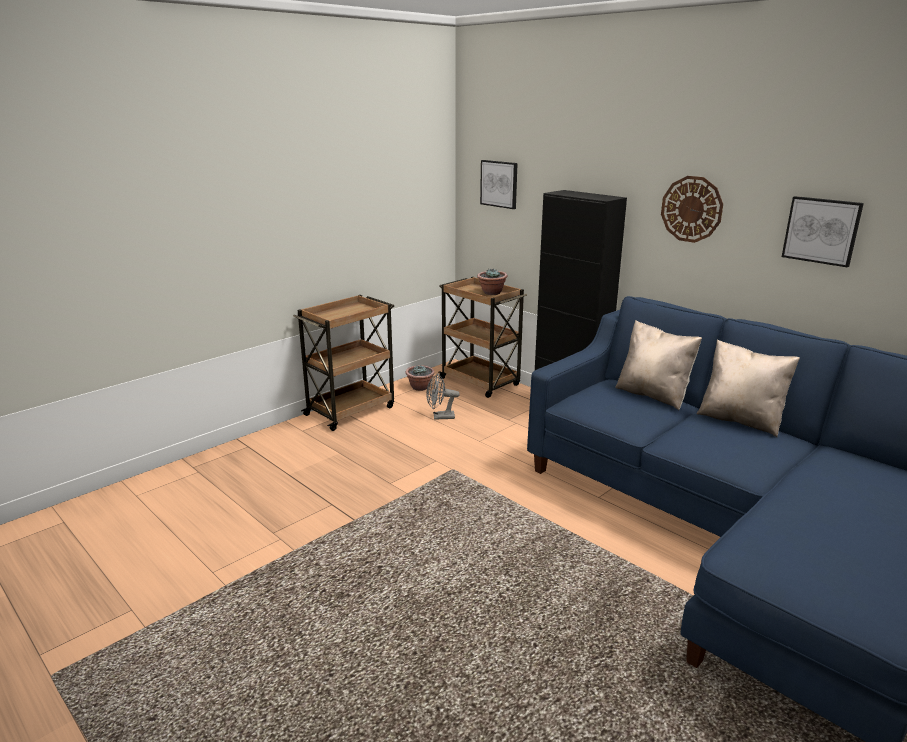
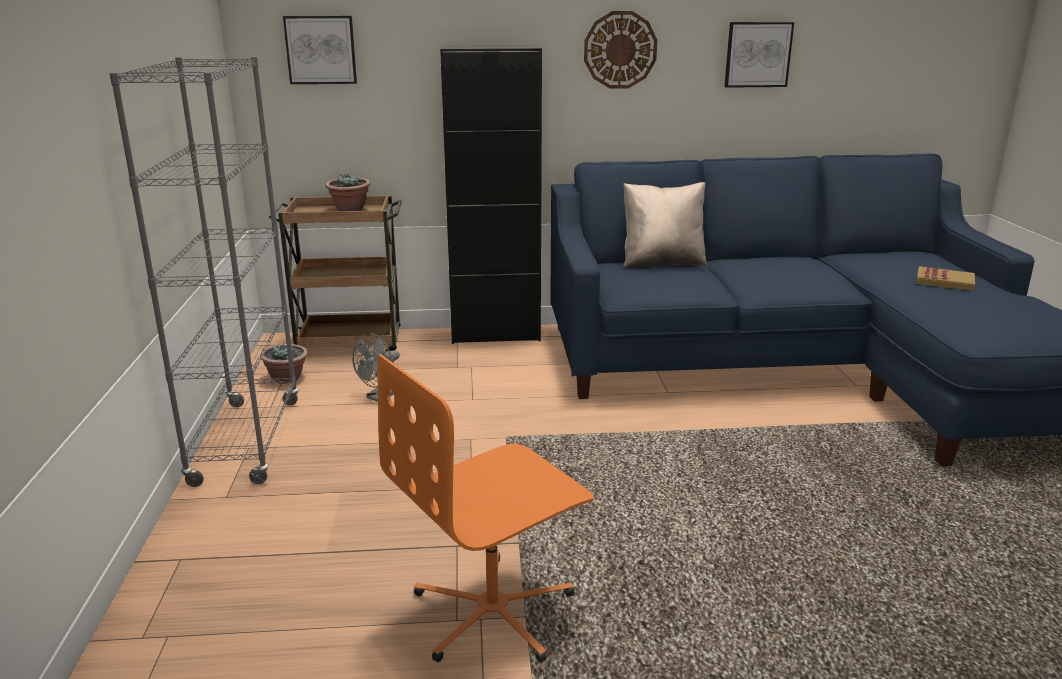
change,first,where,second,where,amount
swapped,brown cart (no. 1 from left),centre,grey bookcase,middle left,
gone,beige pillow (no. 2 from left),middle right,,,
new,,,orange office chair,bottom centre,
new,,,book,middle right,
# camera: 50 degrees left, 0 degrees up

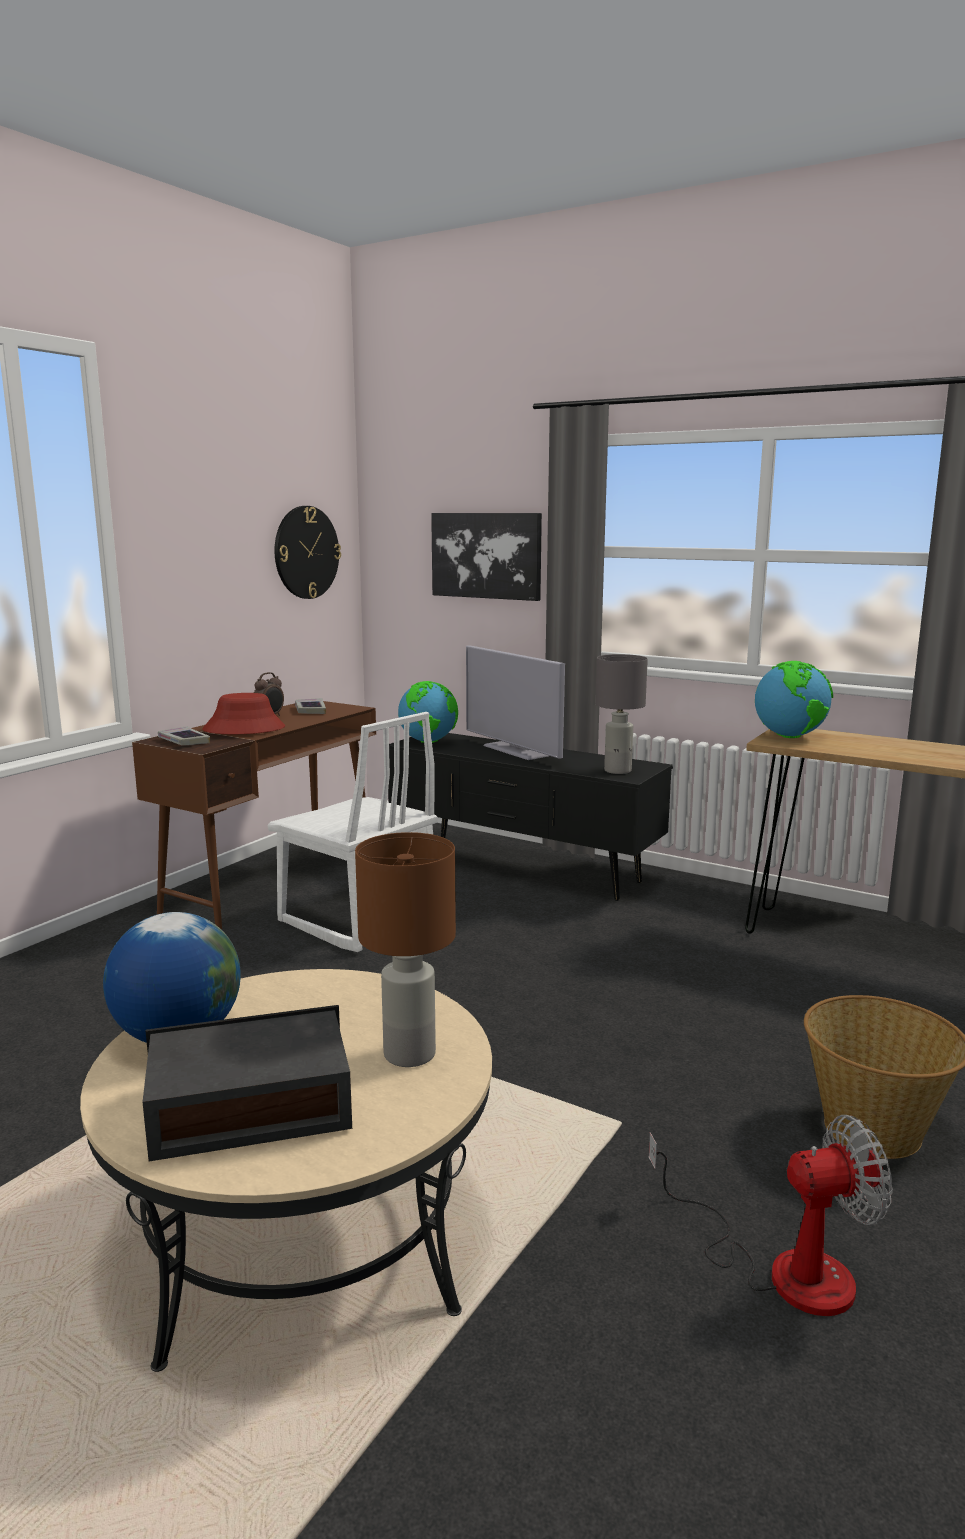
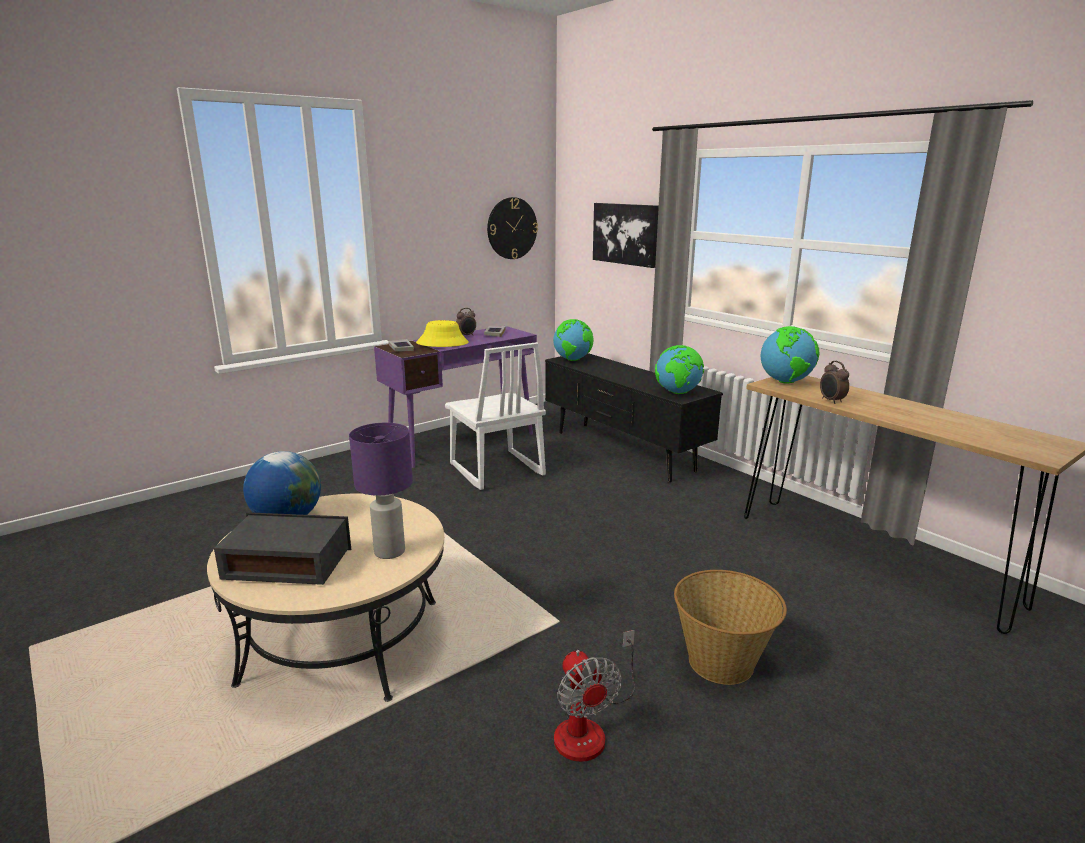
change,first,where,second,where,amount
repainted,brown desk,middle left,purple desk,centre,
repainted,red hat,middle left,yellow hat,centre,
repainted,brown table lamp,centre,purple table lamp,centre,
gone,television,centre,,,
swapped,grey table lamp,centre,globe (no. 3 from left),centre,
rotated,fan,bottom right,,bottom centre,60 degrees clockwise
new,,,alarm clock (no. 2 from left),middle right,
# camera: 20 degrees right, 5 degrees up

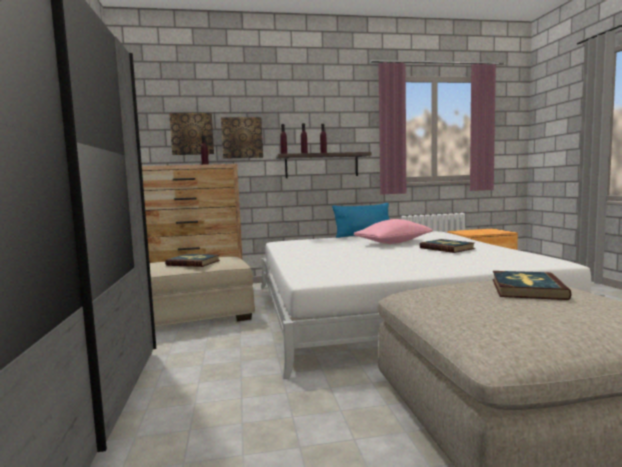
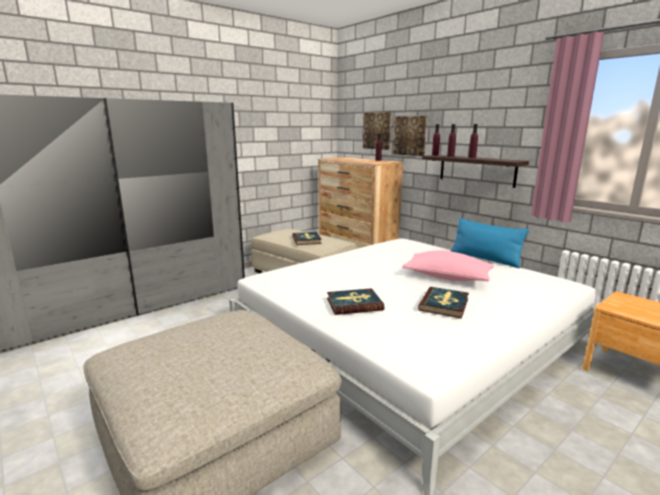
change,first,where,second,where,amount
shifted,book (no. 3 from left in the first image),middle right,book (no. 2 from left),centre,
# camera: 60 degrees right, 10 degrees up

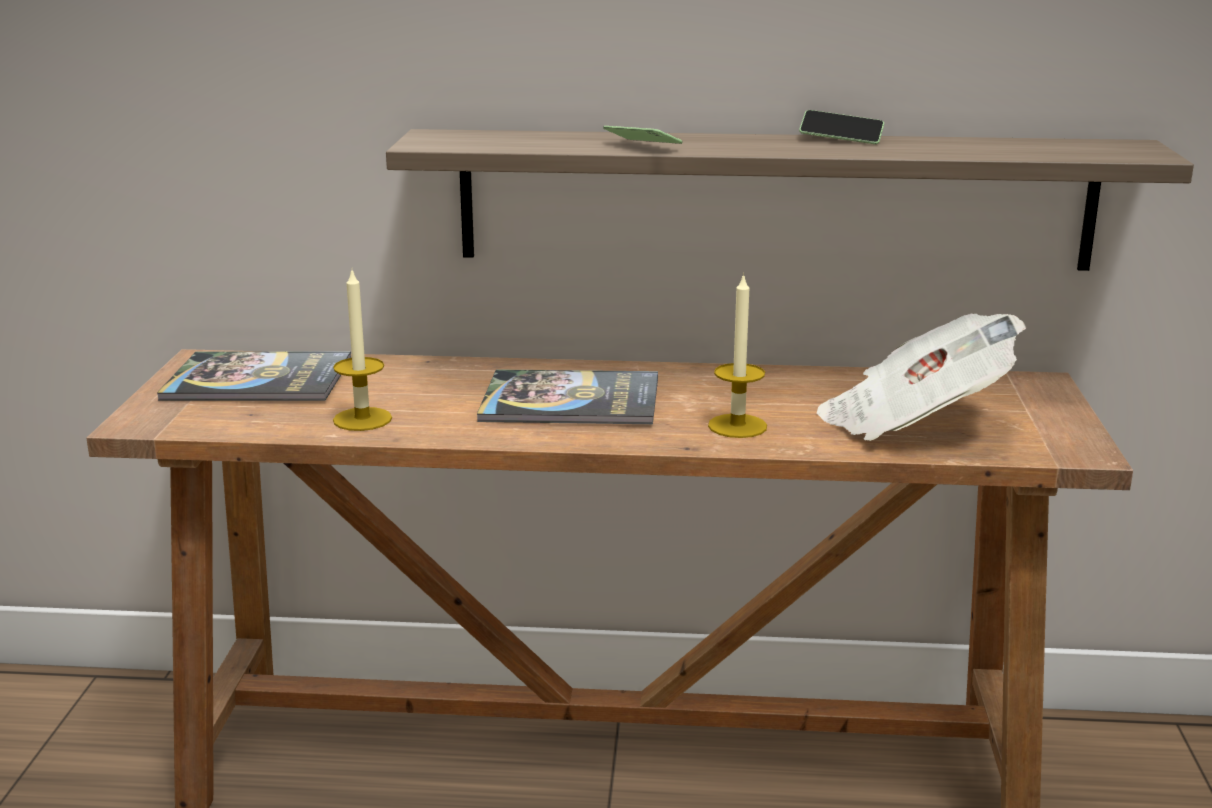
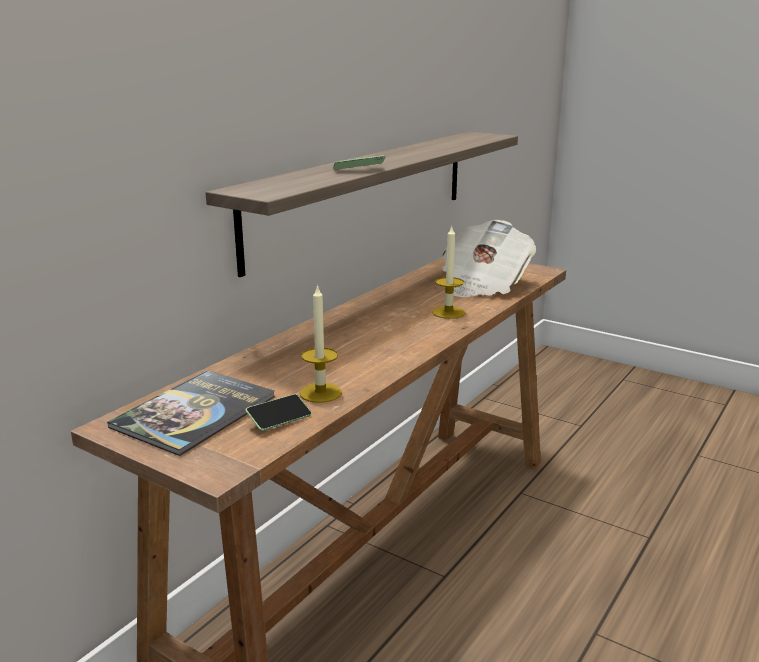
change,first,where,second,where,amount
gone,book (no. 2 from left),centre,,,
shifted,phone (no. 2 from left in the first image),top right,phone (no. 1 from left),centre,
# camera: 60 degrees left, 0 degrees up

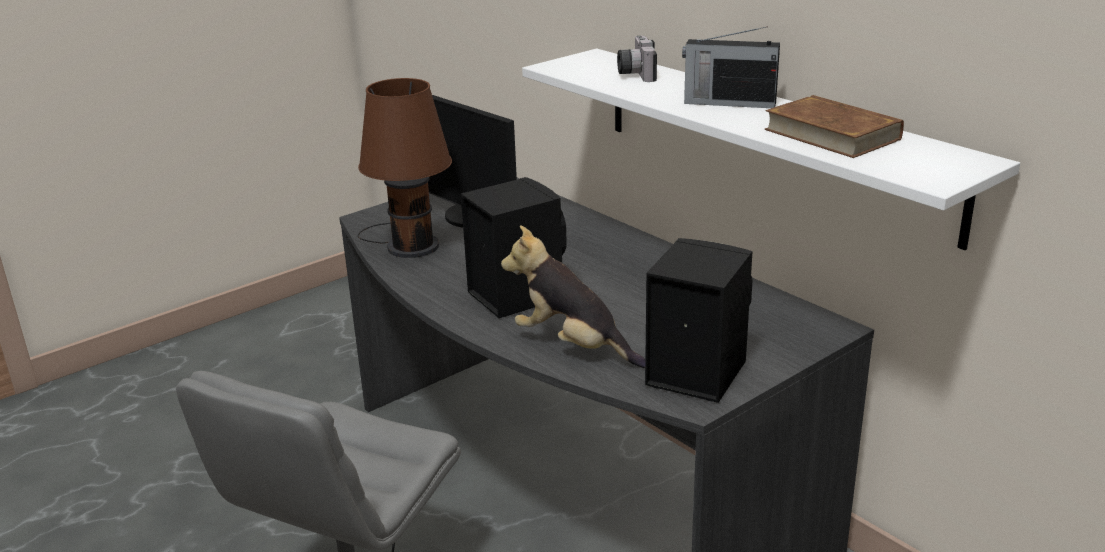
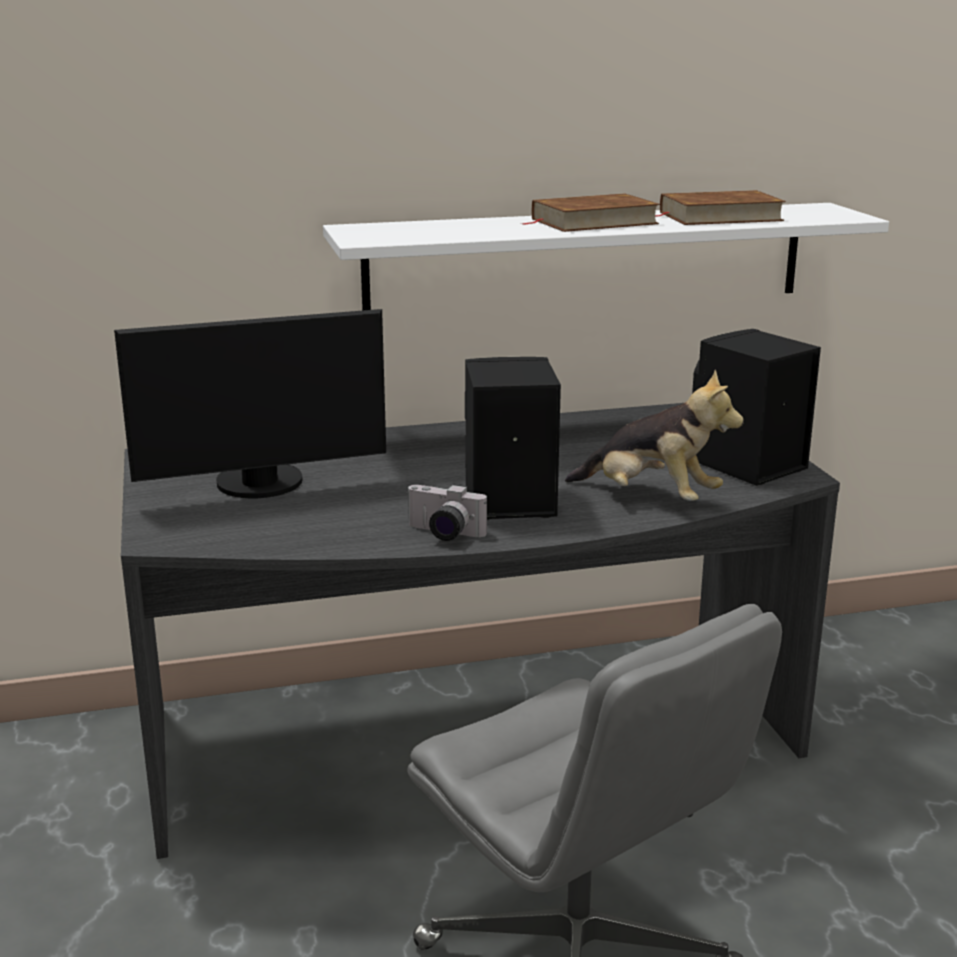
change,first,where,second,where,amount
gone,brown table lamp,top centre,,,
rotated,plush toy,centre,,middle right,120 degrees counterclockwise
shifted,photo camera,top centre,,centre,
swapped,radio,top centre,brown book (no. 1 from left),top centre,
# camera: 65 degrees left, 5 degrees down

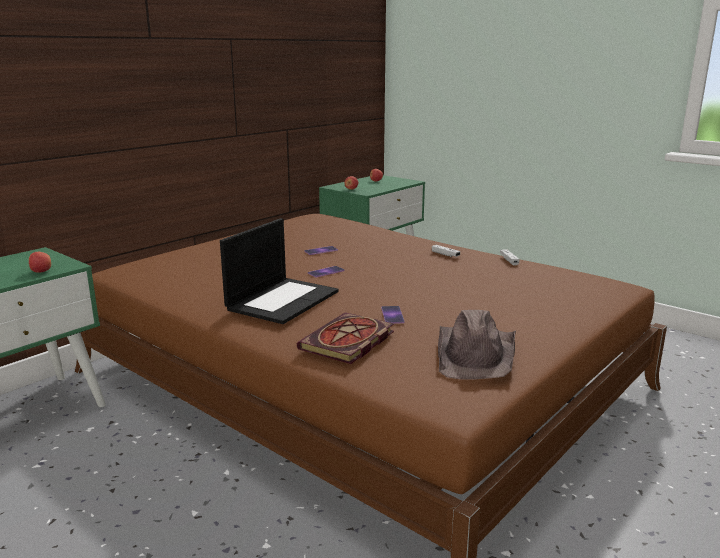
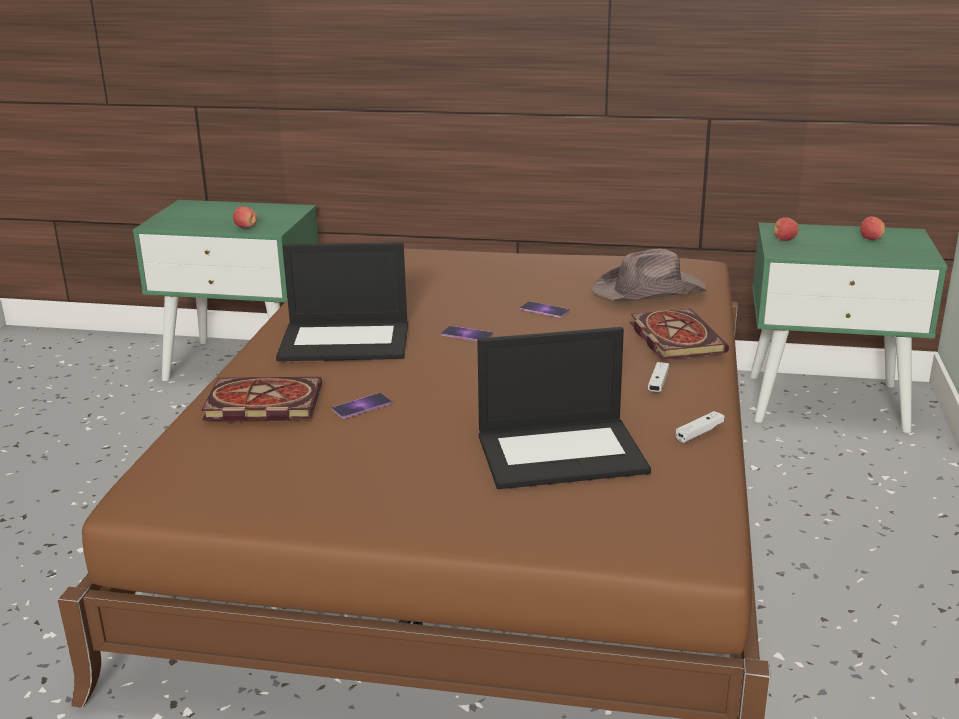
change,first,where,second,where,amount
shifted,brown hat,centre,,middle right,
new,,,laptop (no. 2 from left),centre,
new,,,book (no. 2 from left),middle right,
# camera: 60 degrees right, 5 degrees up

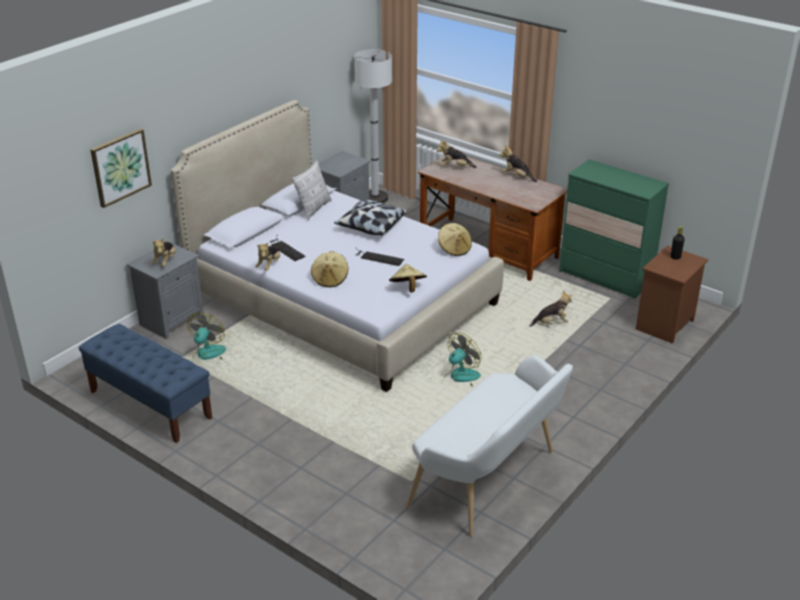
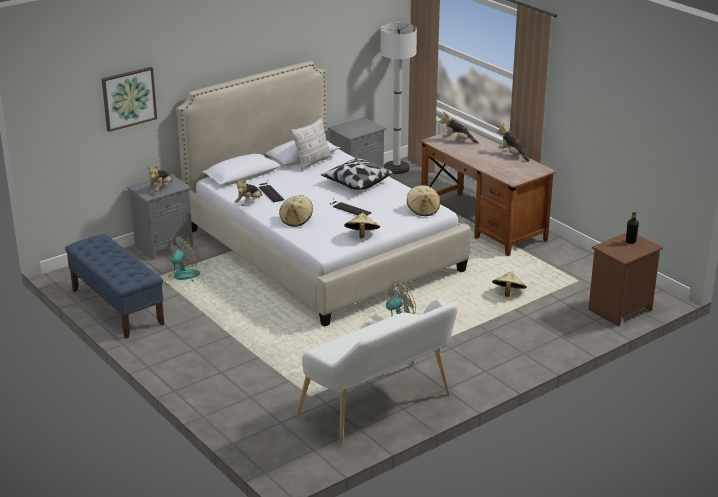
change,first,where,second,where,amount
swapped,plush toy (no. 5 from left),middle right,beige hat (no. 4 from left),middle right,
gone,green dresser,middle right,,,
# camera: 15 degrees right, 5 degrees down

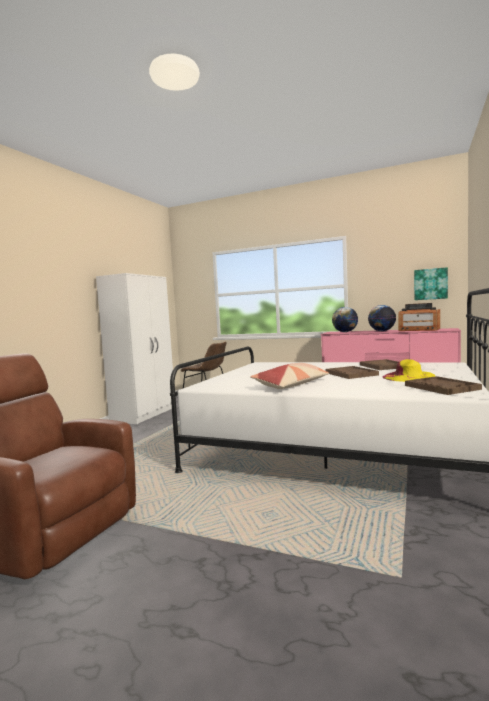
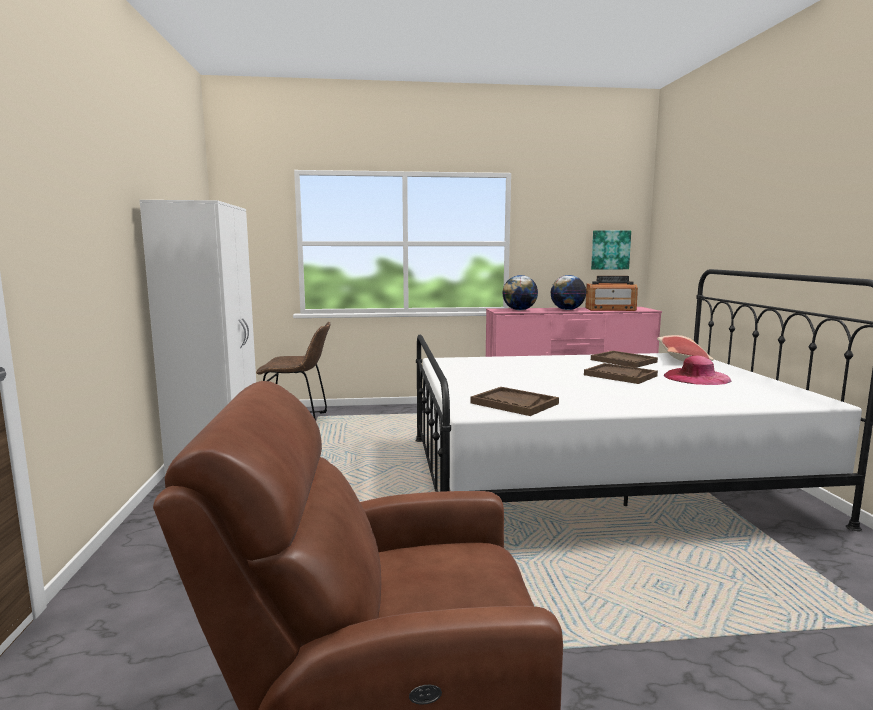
change,first,where,second,where,amount
shifted,pillow,centre,,middle right,
repainted,yellow hat,middle right,pink hat,middle right,
shifted,brown tray (no. 3 from left in the first image),middle right,brown tray (no. 1 from left),centre,
# camera: 30 degrees left, 5 degrees up

